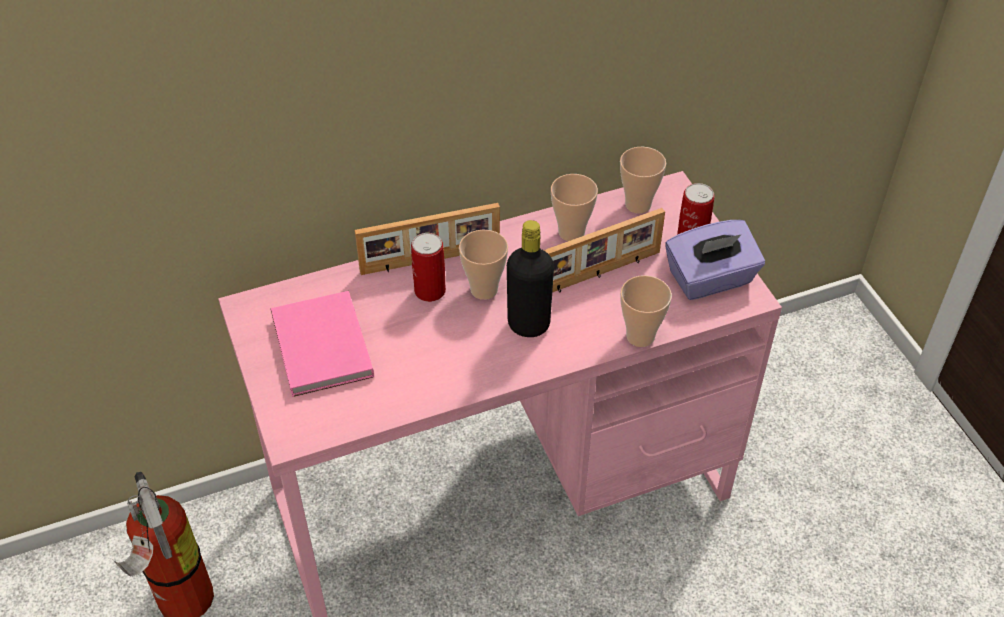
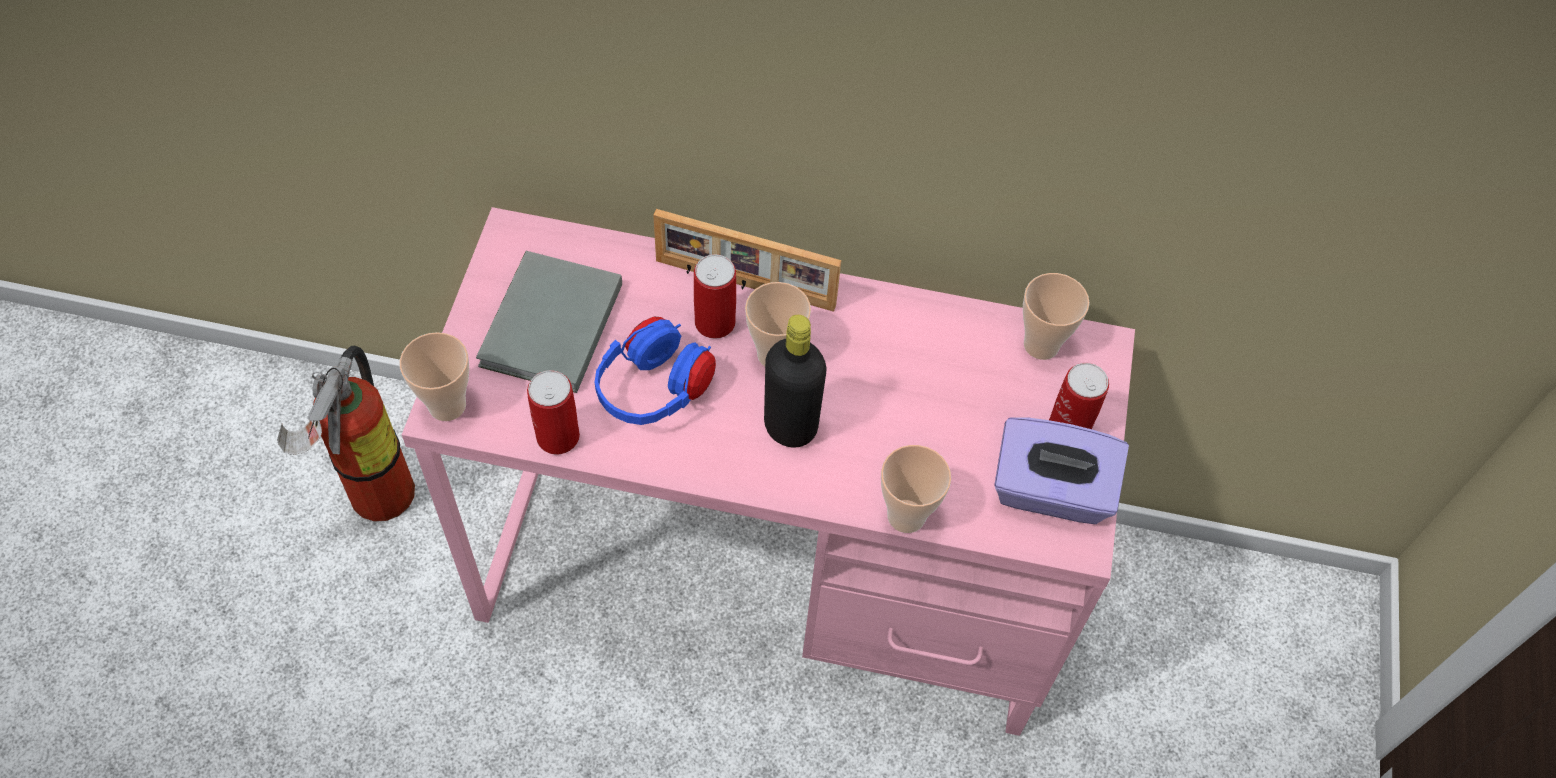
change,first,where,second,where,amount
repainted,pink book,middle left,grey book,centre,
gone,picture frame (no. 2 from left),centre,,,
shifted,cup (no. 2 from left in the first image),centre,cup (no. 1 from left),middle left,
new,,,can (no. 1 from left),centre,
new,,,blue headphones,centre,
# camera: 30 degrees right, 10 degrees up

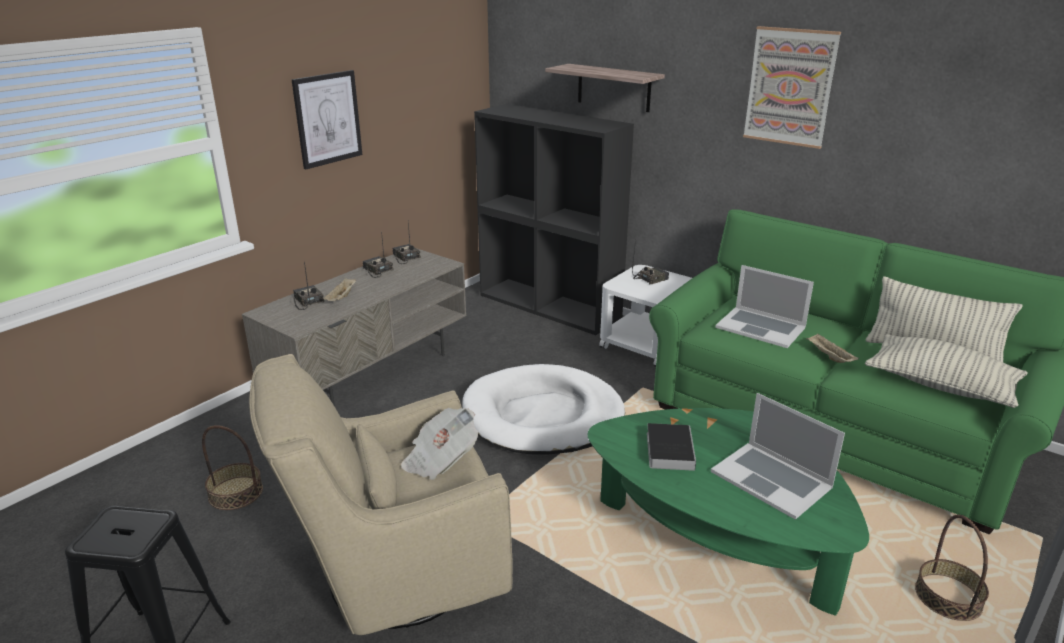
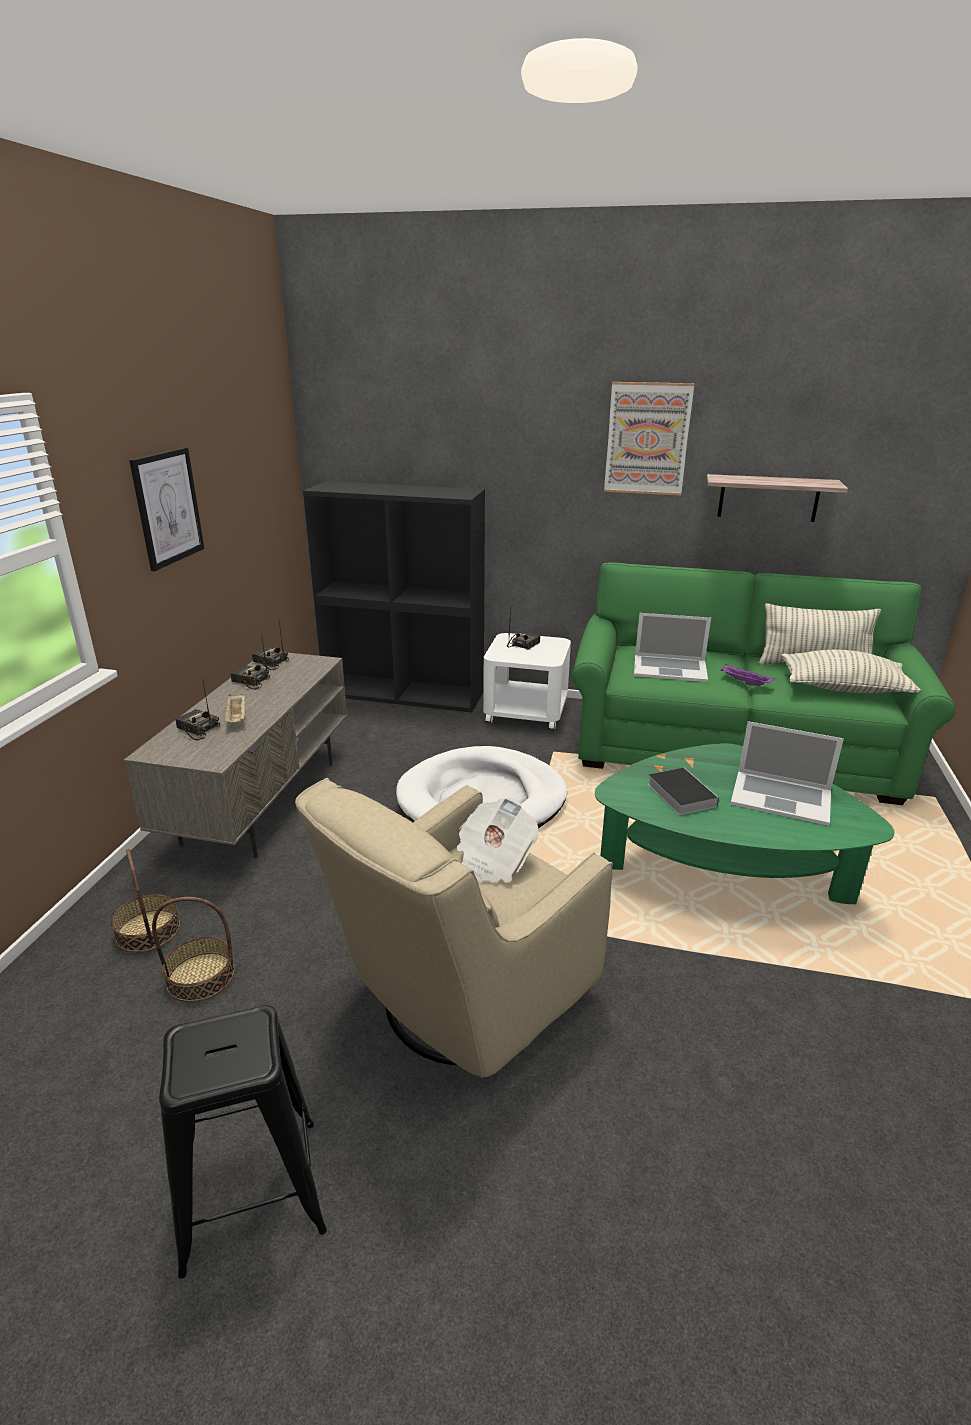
change,first,where,second,where,amount
shifted,shelf,top centre,,middle right,
repainted,beige tray (no. 2 from left),middle right,purple tray,middle right,
shifted,basket (no. 2 from left in the first image),bottom right,basket (no. 1 from left),middle left,
# camera: 25 degrees left, 0 degrees up

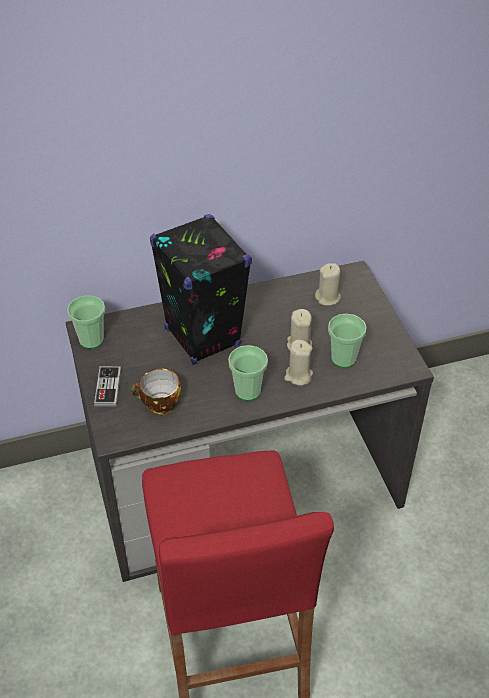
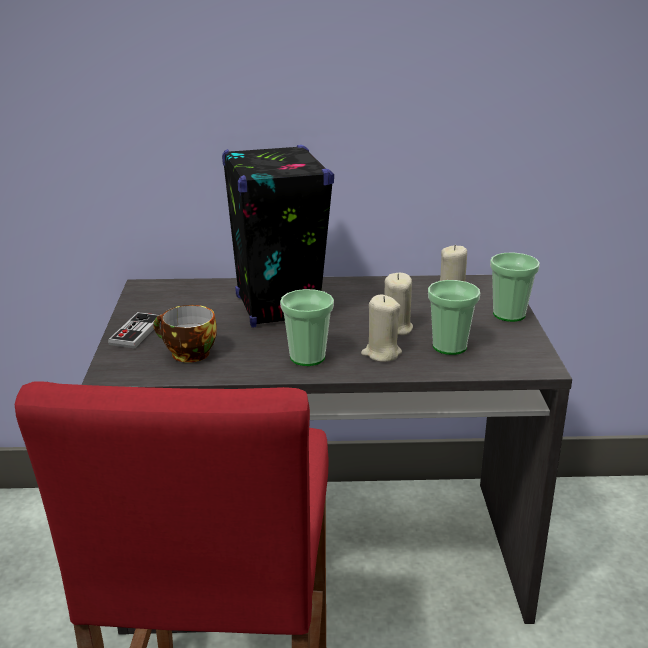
change,first,where,second,where,amount
shifted,cup (no. 1 from left in the first image),middle left,cup (no. 4 from left),middle right,
# camera: 15 degrees right, 20 degrees down

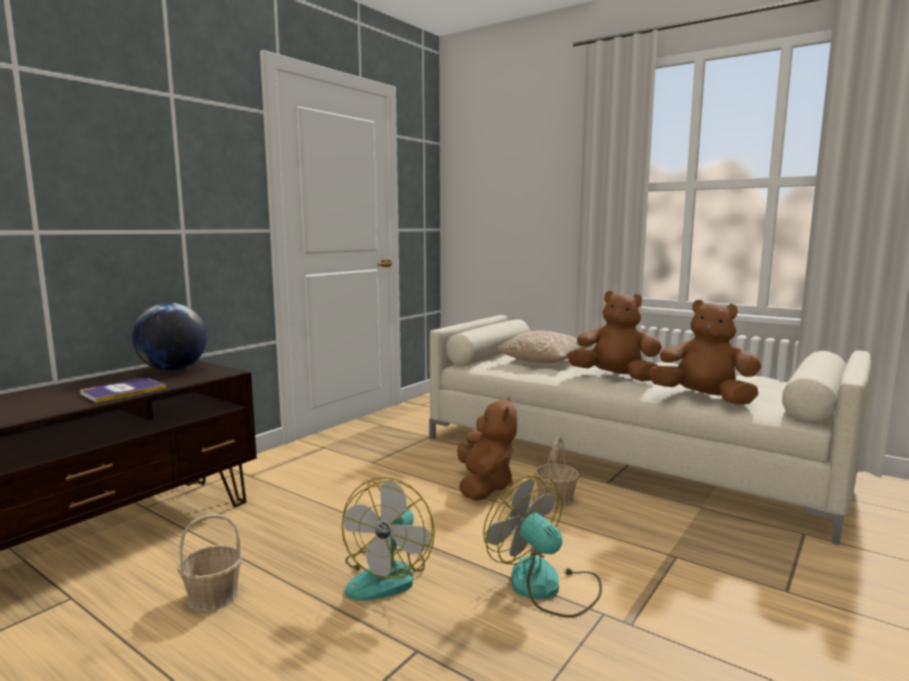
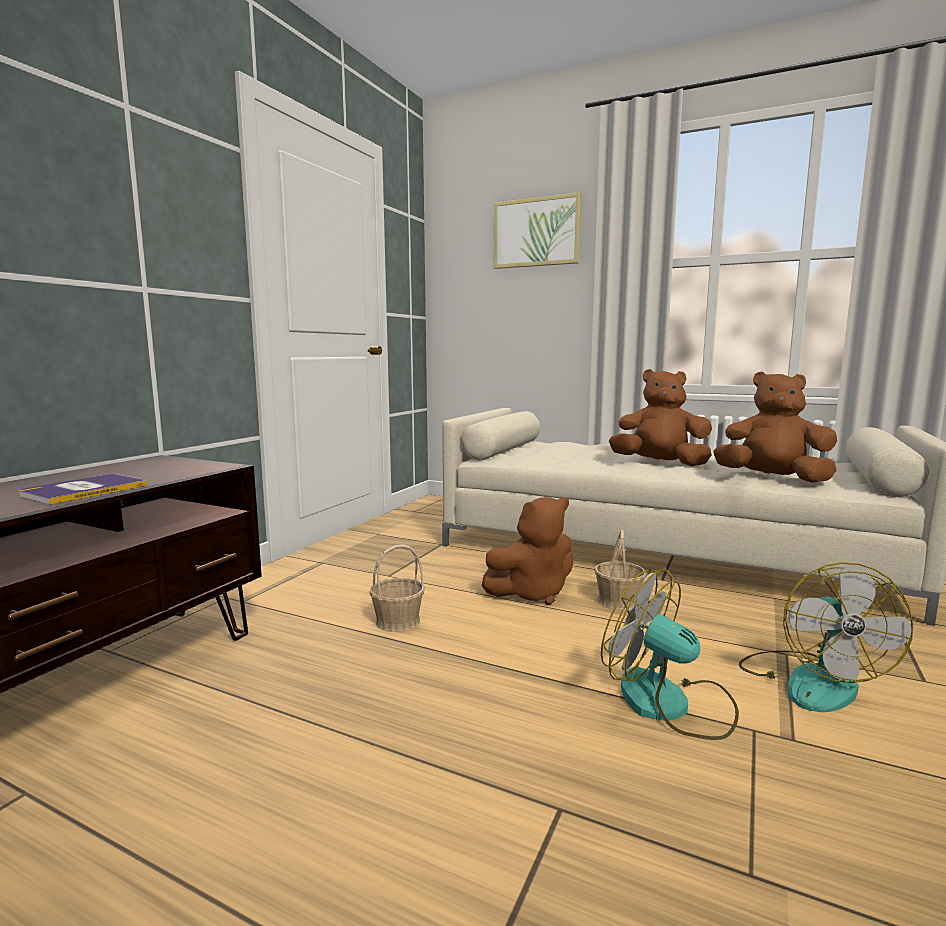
change,first,where,second,where,amount
gone,globe,middle left,,,
shifted,basket (no. 1 from left),bottom left,,centre,
shifted,fan (no. 1 from left in the first image),bottom centre,fan (no. 2 from left),bottom right,
rotated,brown plush toy (no. 1 from left),centre,,centre,75 degrees clockwise
gone,pillow,centre,,,
new,,,picture,top centre,
# camera: 10 degrees left, 0 degrees up

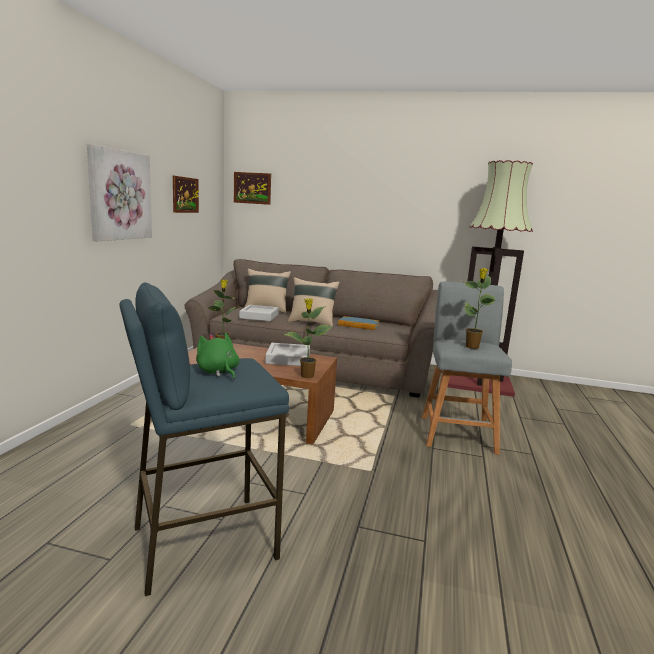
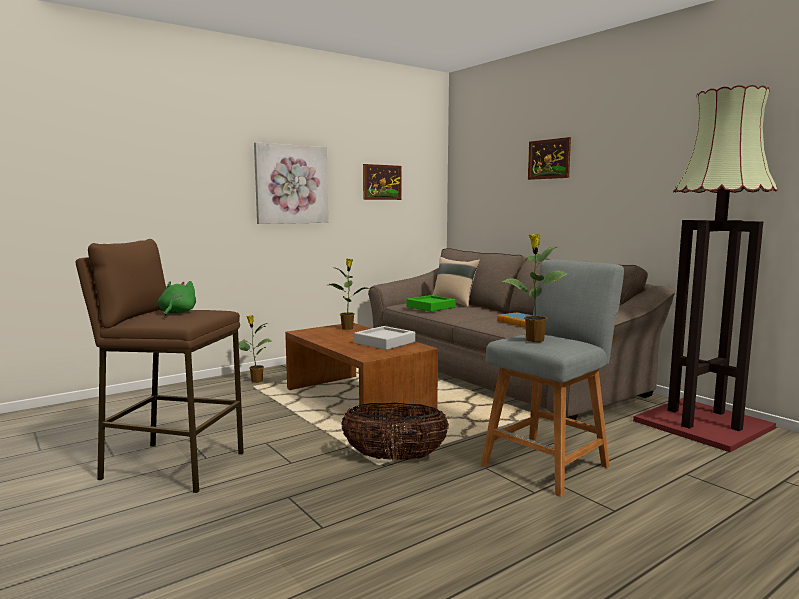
change,first,where,second,where,amount
repainted,blue stool,bottom left,brown stool,middle left,
shifted,picture (no. 3 from left),top centre,,top right,
repainted,grey tray (no. 1 from left),centre,green tray,centre,
shifted,potted plant (no. 2 from left in the first image),centre,potted plant (no. 1 from left),middle left,
gone,beige pillow (no. 2 from left),centre,,,
new,,,basket,bottom centre,
# camera: 40 degrees right, 5 degrees down

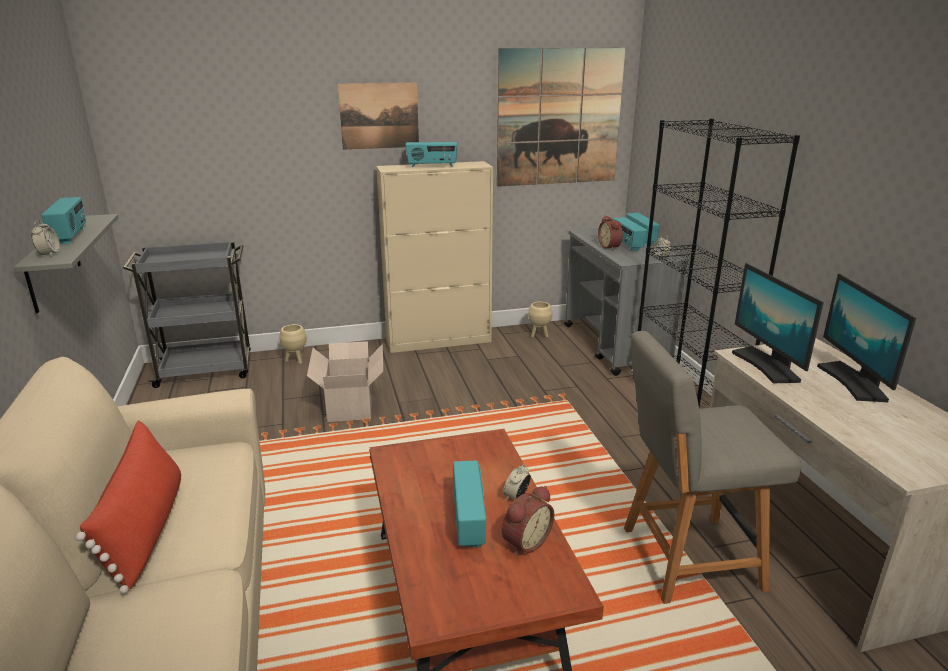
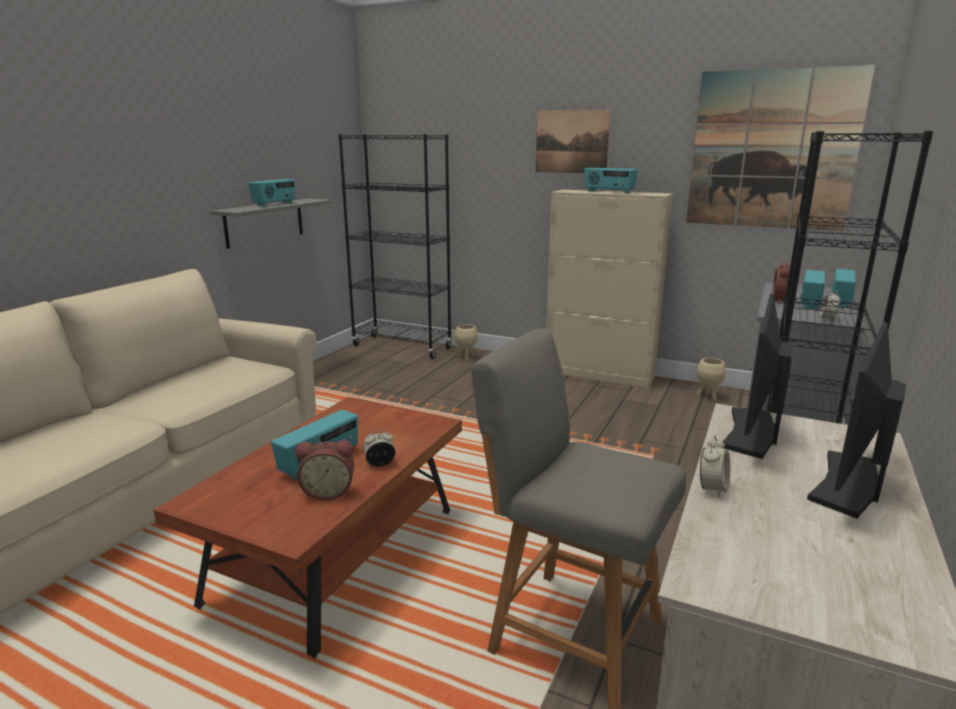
change,first,where,second,where,amount
shifted,alarm clock (no. 1 from left in the first image),middle left,alarm clock (no. 3 from left),middle right,
gone,red pillow,bottom left,,,
swapped,grey cart (no. 1 from left),middle left,black bookcase (no. 1 from left),centre,
gone,cardboard box,centre,,,
# camera: 40 degrees right, 5 degrees down

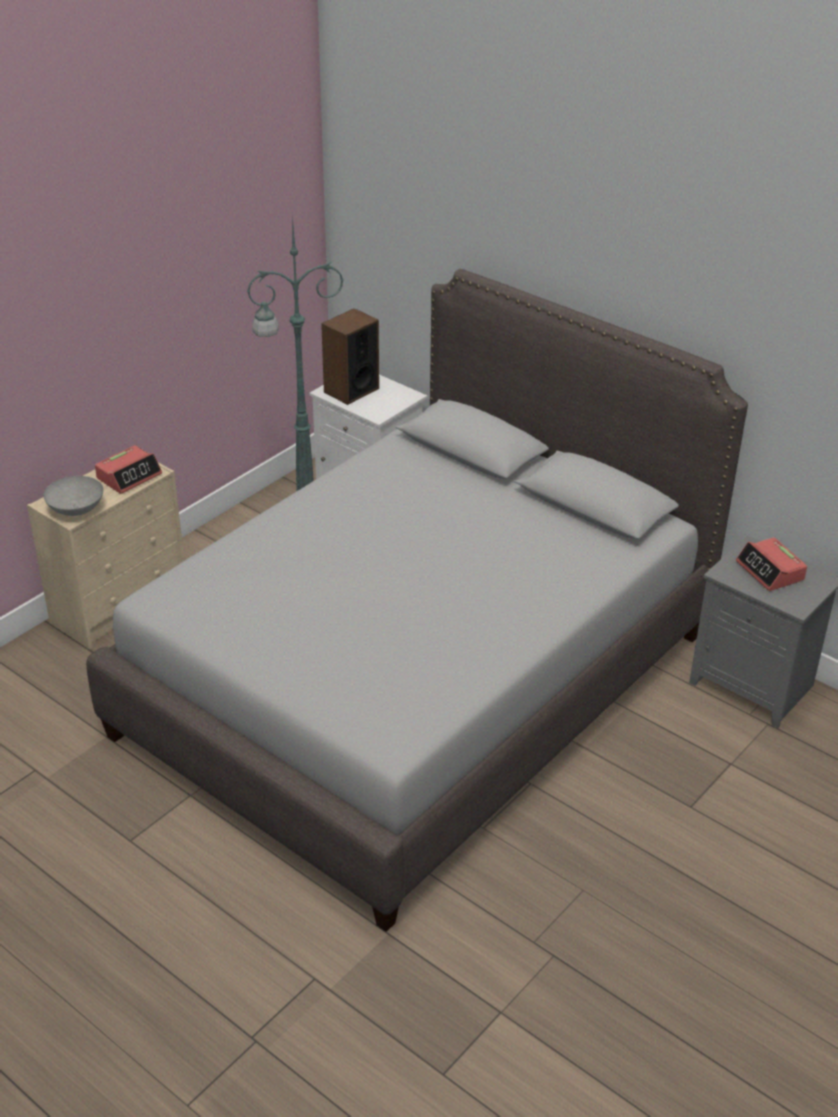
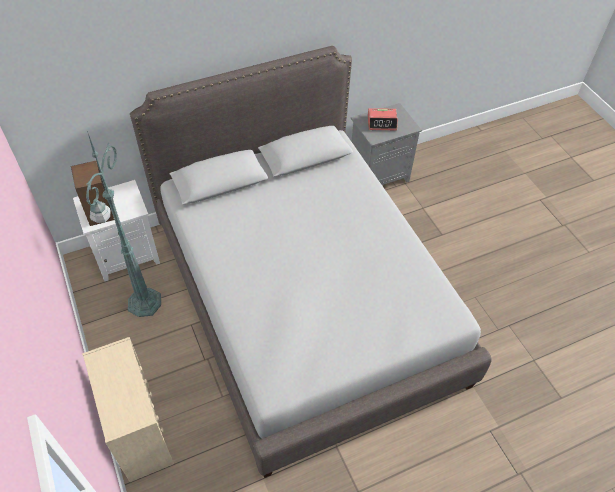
change,first,where,second,where,amount
gone,grey bowl,middle left,,,
gone,alarm clock (no. 1 from left),middle left,,,
# camera: 65 degrees left, 15 degrees up

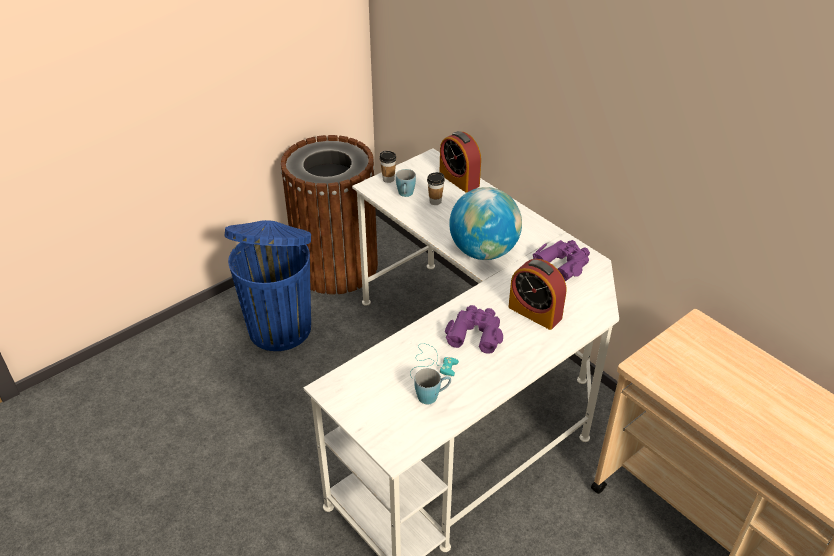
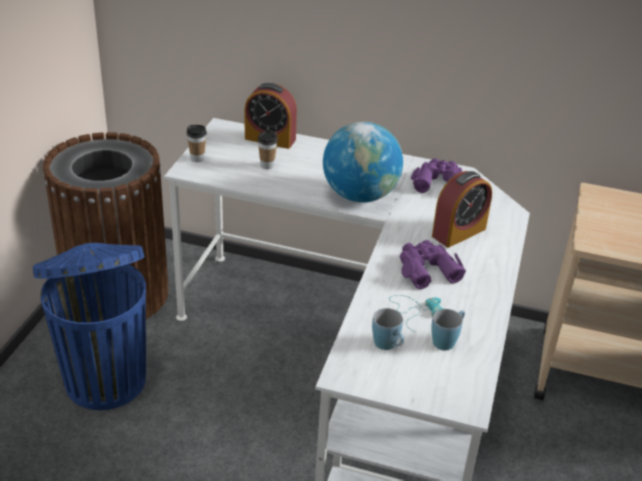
change,first,where,second,where,amount
shifted,blue mug (no. 1 from left),top centre,,bottom centre,
rotated,alarm clock (no. 2 from left),centre,,middle right,45 degrees counterclockwise
# camera: 35 degrees left, 5 degrees down

